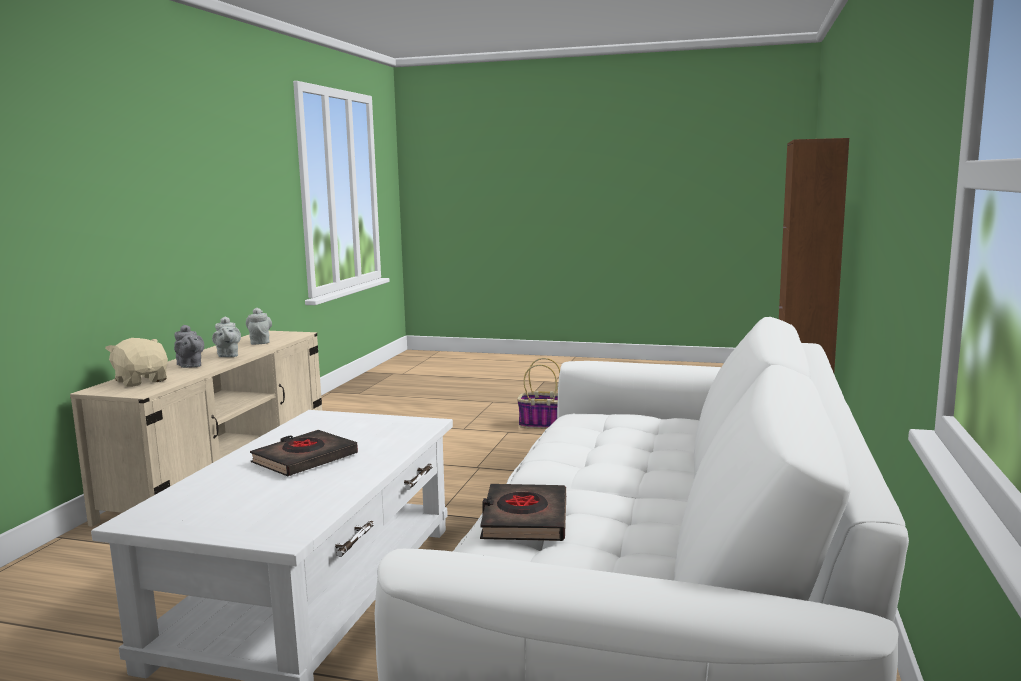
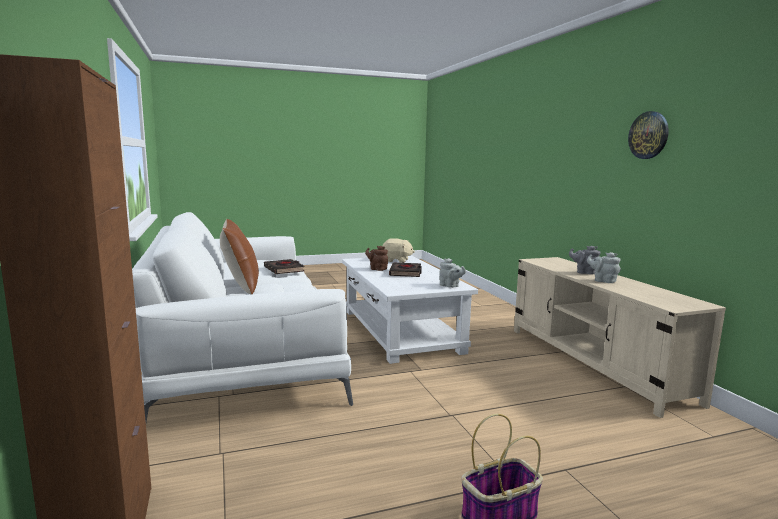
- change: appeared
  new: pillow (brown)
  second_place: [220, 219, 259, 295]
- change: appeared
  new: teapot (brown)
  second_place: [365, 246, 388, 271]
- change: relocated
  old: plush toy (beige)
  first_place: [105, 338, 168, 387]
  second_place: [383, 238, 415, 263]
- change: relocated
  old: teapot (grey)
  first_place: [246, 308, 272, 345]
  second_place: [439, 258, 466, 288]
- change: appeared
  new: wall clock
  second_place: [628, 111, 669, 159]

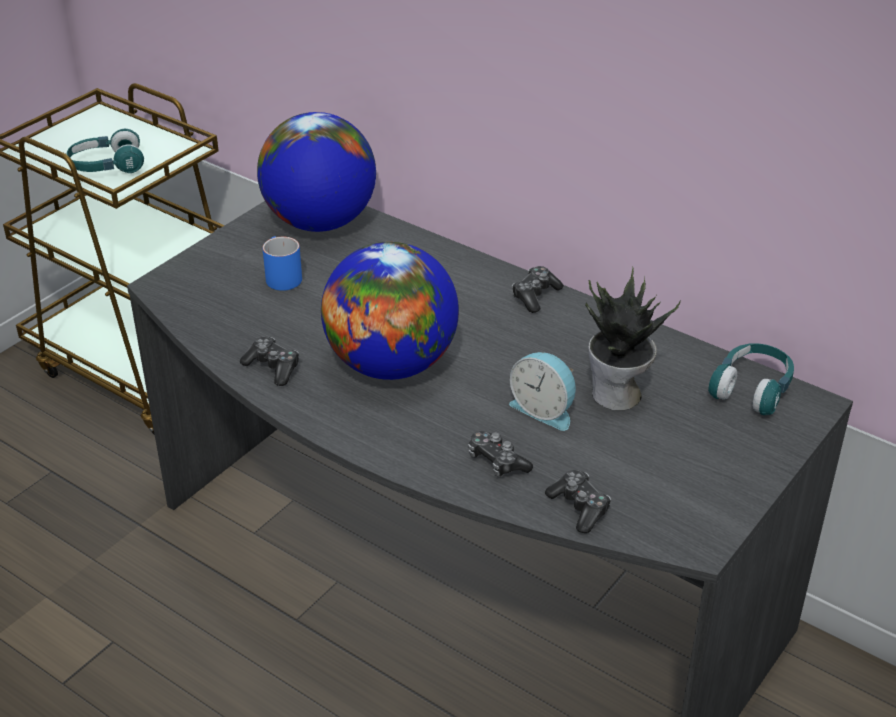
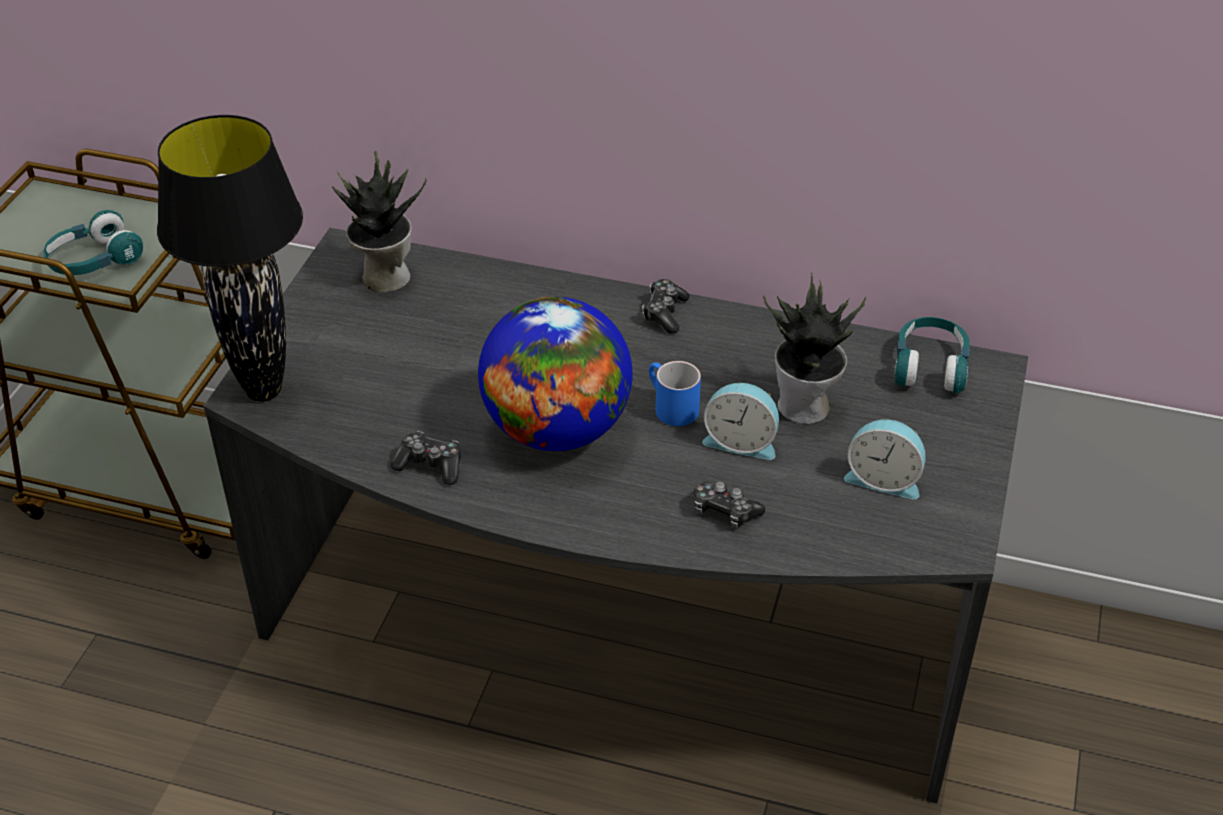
- change: appeared
  new: table lamp (black)
  second_place: [157, 115, 303, 402]
- change: exchanged
  old: globe
  new: potted plant
  first_place: [257, 112, 376, 232]
  second_place: [332, 151, 426, 292]
- change: relocated
  old: mug (blue)
  first_place: [262, 237, 302, 291]
  second_place: [649, 361, 701, 426]
- change: appeared
  new: alarm clock
  second_place: [844, 420, 926, 499]
- change: missing
  old: game controller
  first_place: [545, 470, 611, 533]

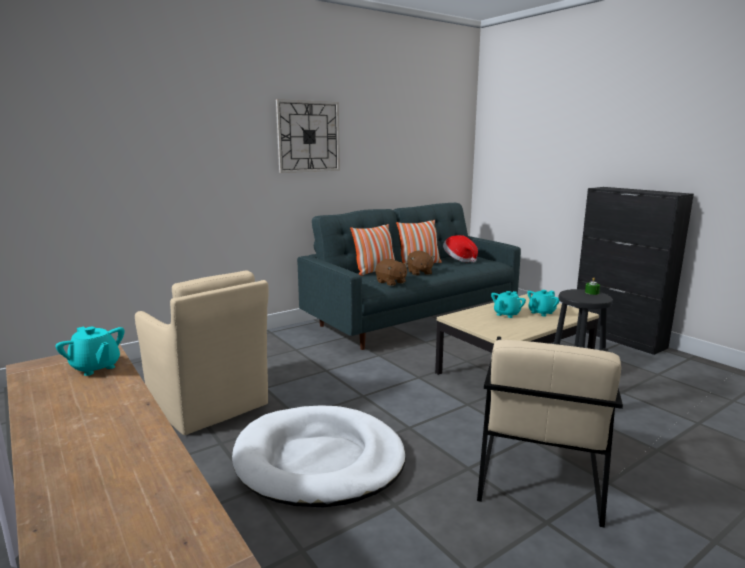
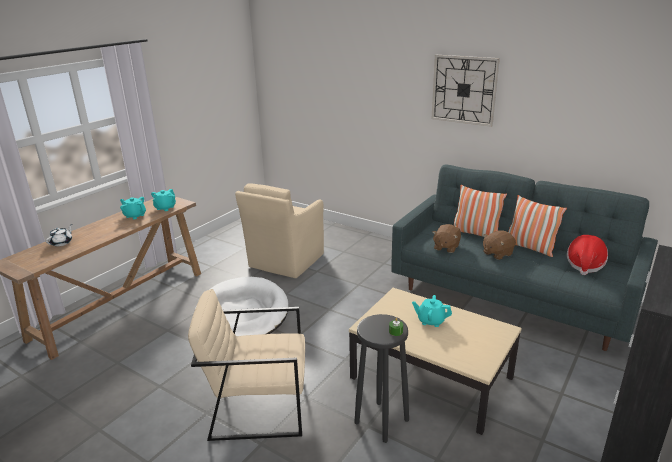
- change: appeared
  new: teapot (white)
  second_place: [46, 224, 72, 246]
- change: relocated
  old: teapot (turquoise)
  first_place: [527, 290, 560, 317]
  second_place: [120, 197, 146, 220]

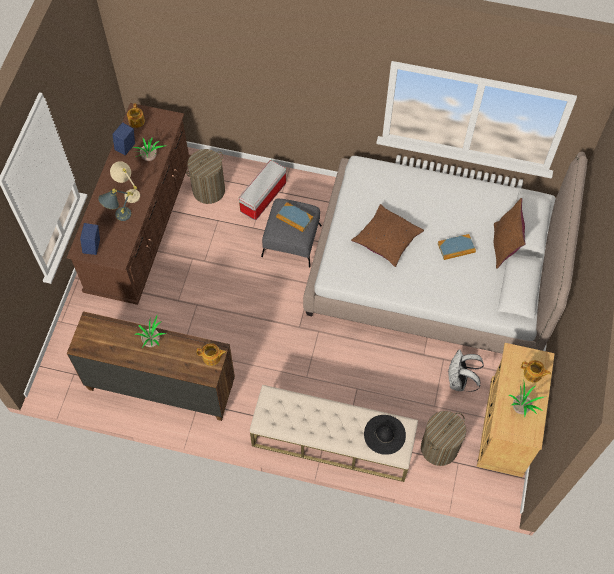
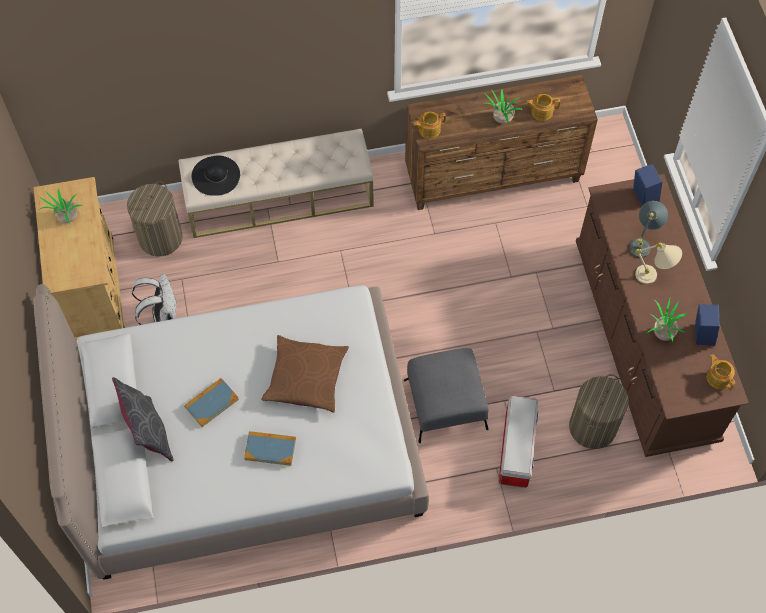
- change: colour
  old: pillow (brown)
  new: pillow (grey)
  first_place: [494, 198, 526, 269]
  second_place: [112, 377, 174, 462]
- change: relocated
  old: book
  first_place: [276, 202, 313, 232]
  second_place: [244, 431, 296, 466]
- change: relocated
  old: teapot
  first_place: [521, 360, 551, 382]
  second_place: [526, 94, 560, 121]

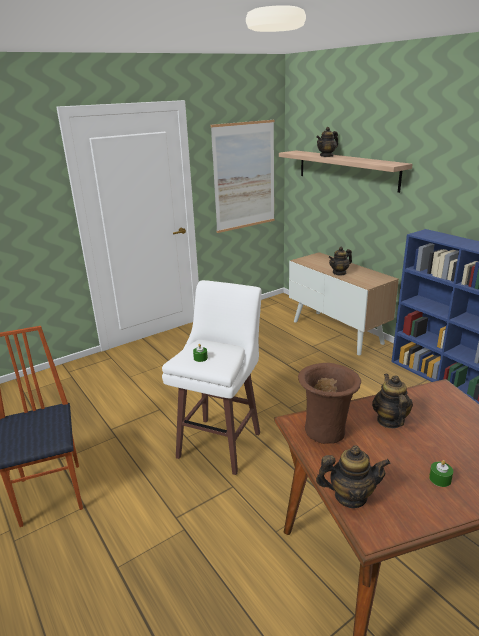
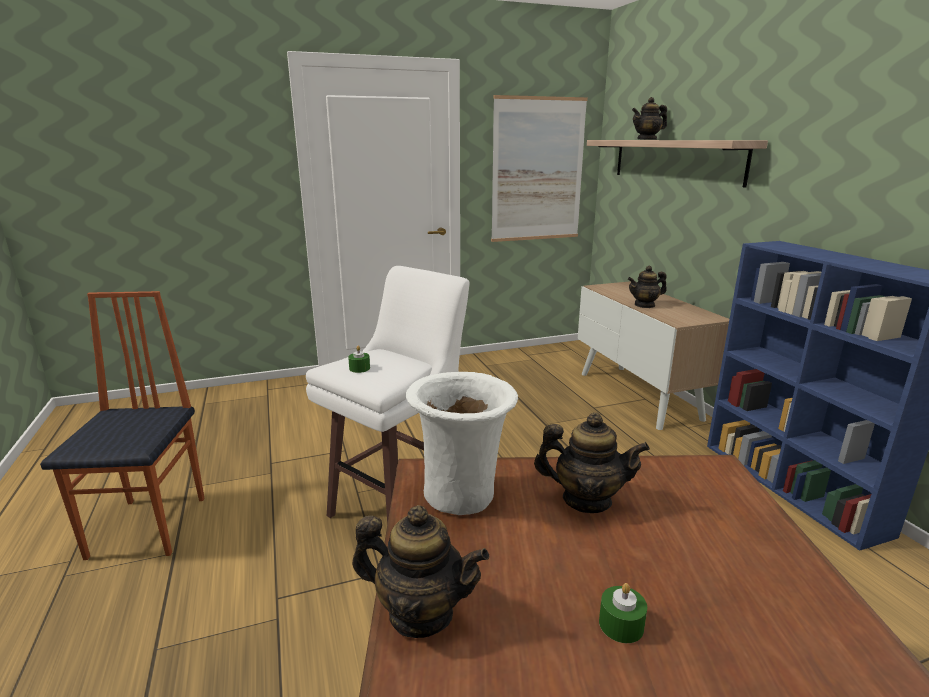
- change: colour
  old: vase (brown)
  new: vase (white)
  first_place: [298, 363, 361, 444]
  second_place: [405, 372, 518, 515]
- change: spun
  old: teapot
  first_place: [372, 374, 413, 428]
  second_place: [534, 412, 650, 513]
  degrees: 90

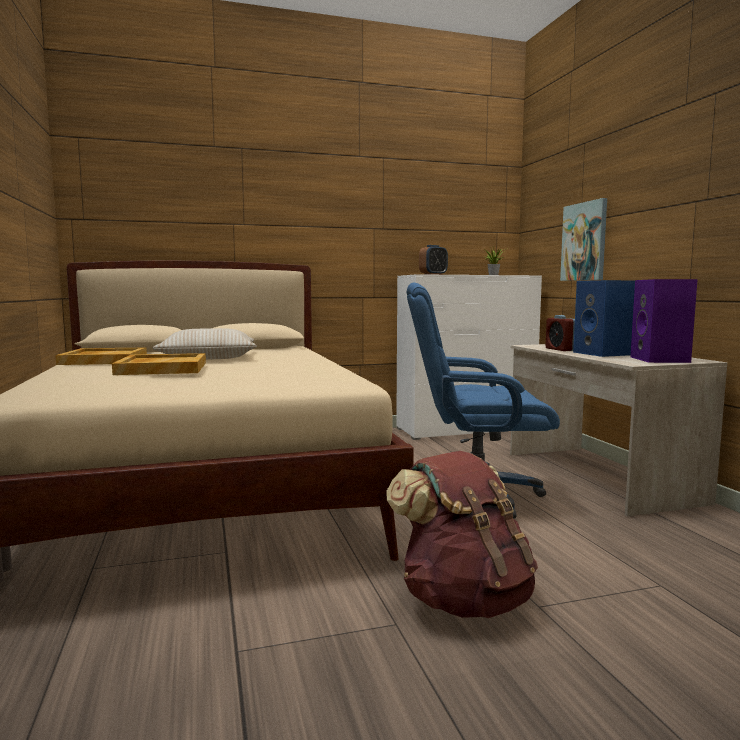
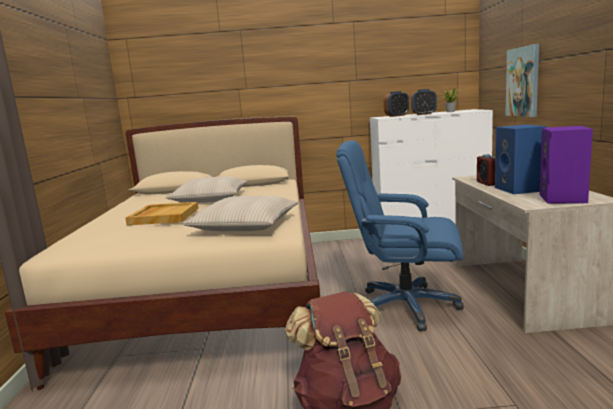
- change: appeared
  new: pillow (beige)
  second_place: [182, 196, 298, 231]
- change: appeared
  new: alarm clock
  second_place: [411, 89, 437, 115]
- change: missing
  old: tray (beige)
  first_place: [55, 348, 147, 365]

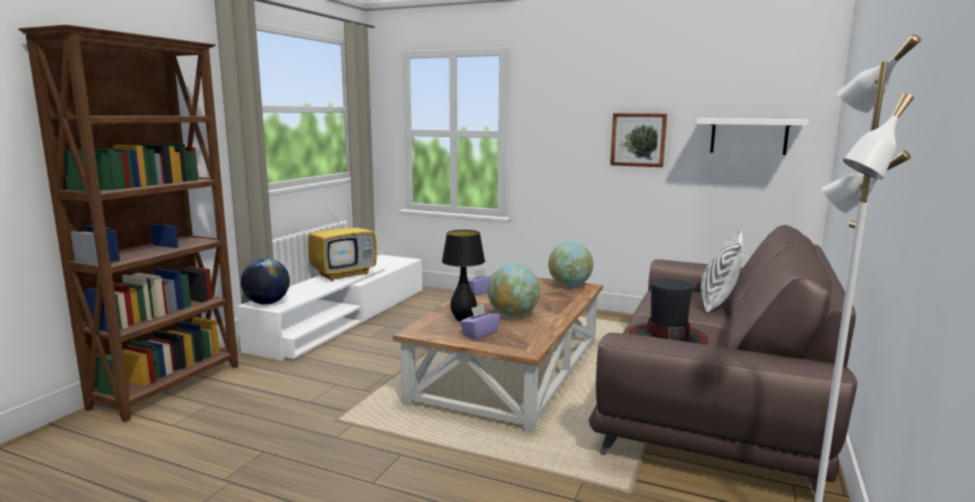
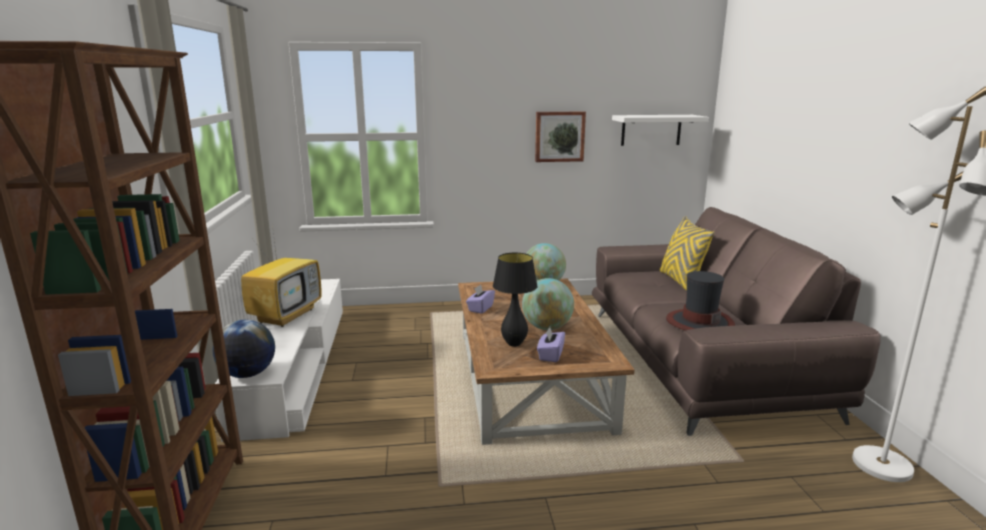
- change: colour
  old: pillow (white)
  new: pillow (yellow)
  first_place: [701, 230, 744, 313]
  second_place: [660, 216, 714, 291]

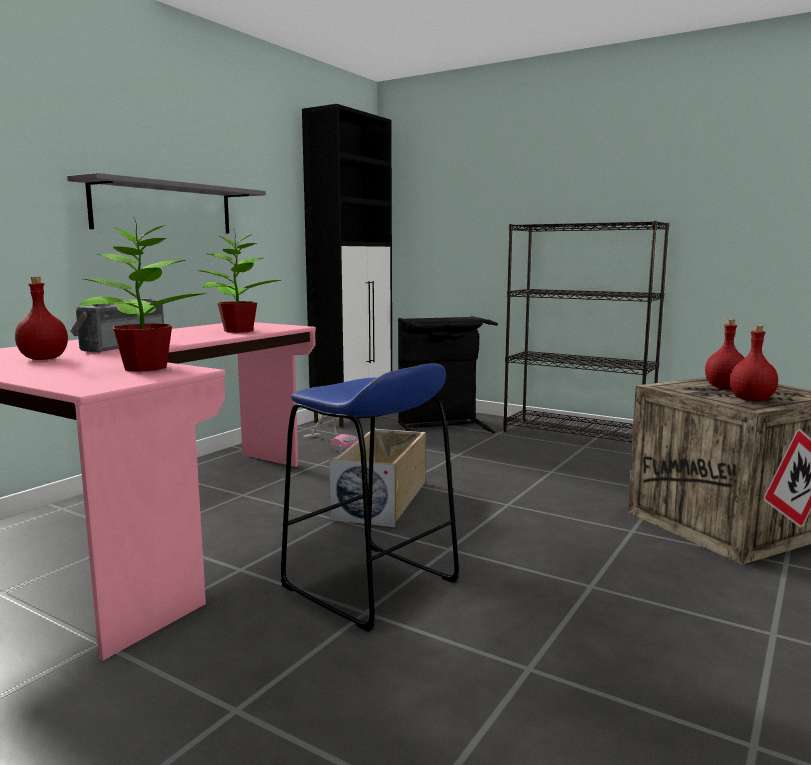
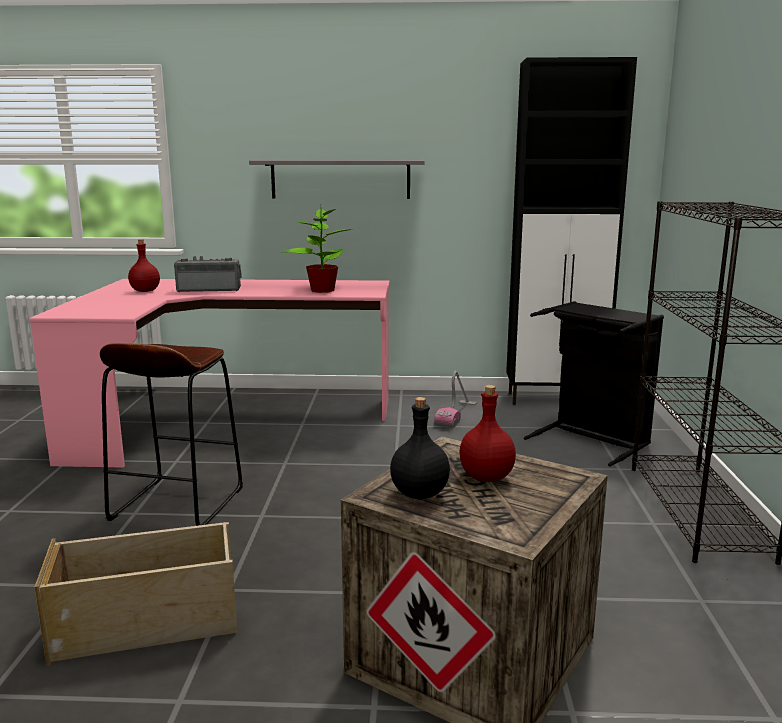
- change: relocated
  old: storage box (beige)
  first_place: [329, 428, 426, 527]
  second_place: [35, 522, 237, 666]
- change: colour
  old: stool (blue)
  new: stool (brown)
  first_place: [281, 363, 459, 632]
  second_place: [100, 343, 243, 526]
- change: colour
  old: bottle (red)
  new: bottle (black)
  first_place: [729, 325, 778, 401]
  second_place: [390, 397, 450, 500]
- change: missing
  old: potted plant
  first_place: [79, 216, 207, 372]

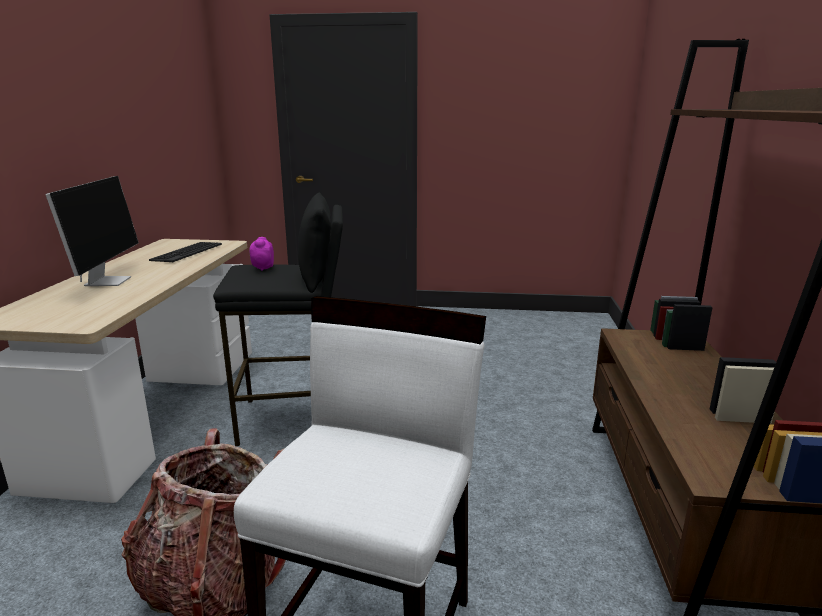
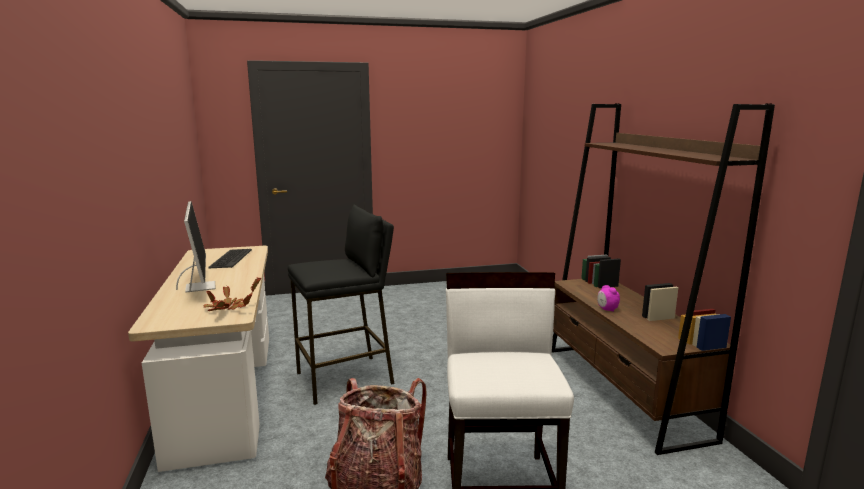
- change: appeared
  new: potted plant
  second_place: [203, 278, 261, 311]
- change: relocated
  old: alarm clock
  first_place: [249, 237, 274, 271]
  second_place: [597, 285, 620, 312]

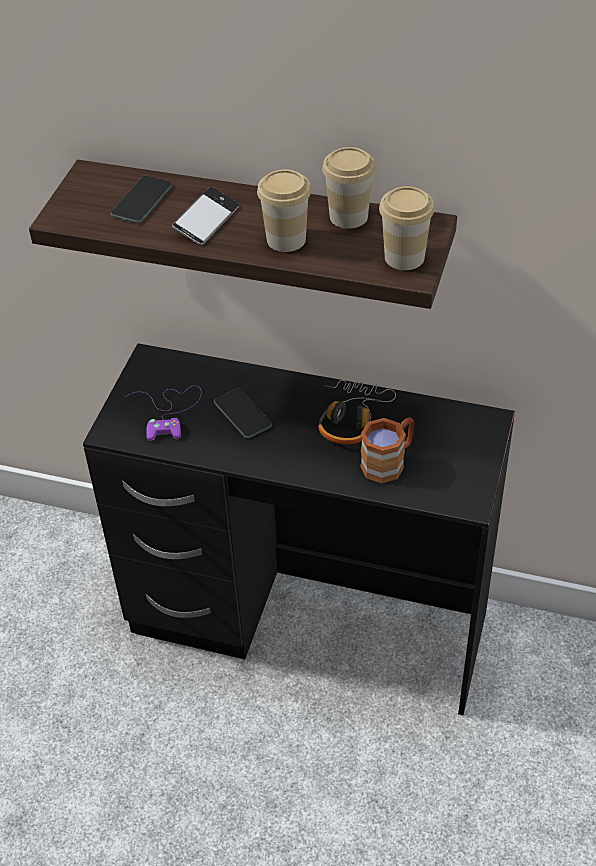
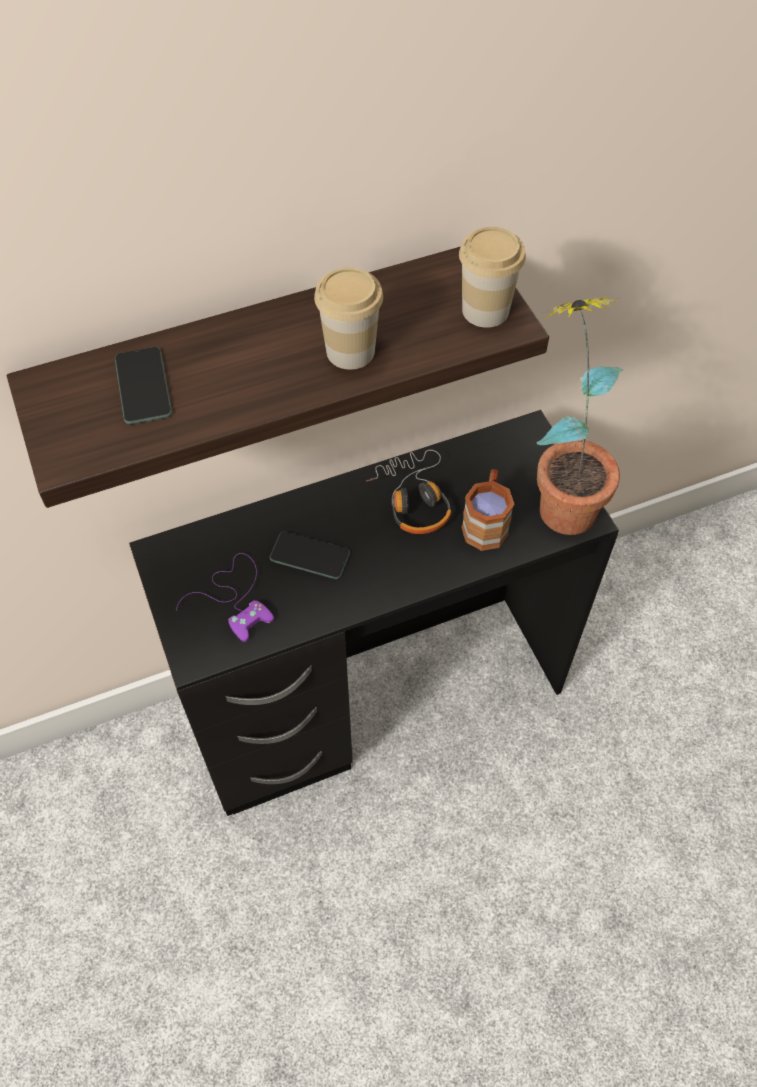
- change: appeared
  new: potted plant
  second_place: [536, 297, 623, 535]
- change: missing
  old: phone
  first_place: [172, 187, 239, 245]
- change: missing
  old: cup
  first_place: [322, 147, 375, 229]

